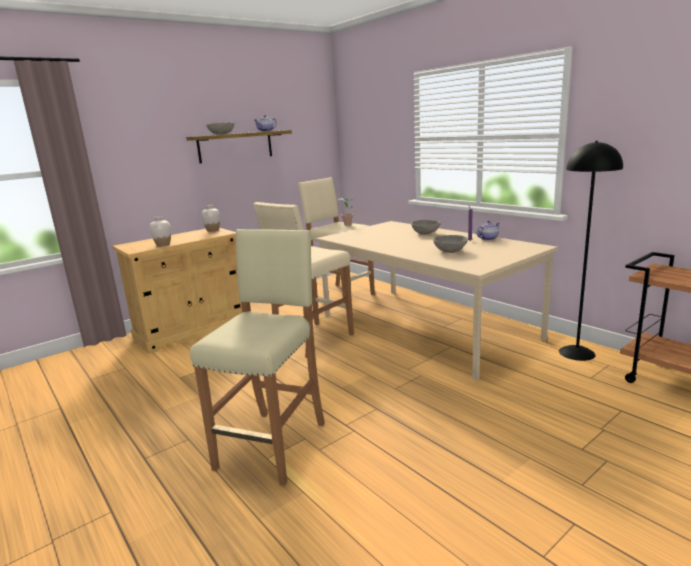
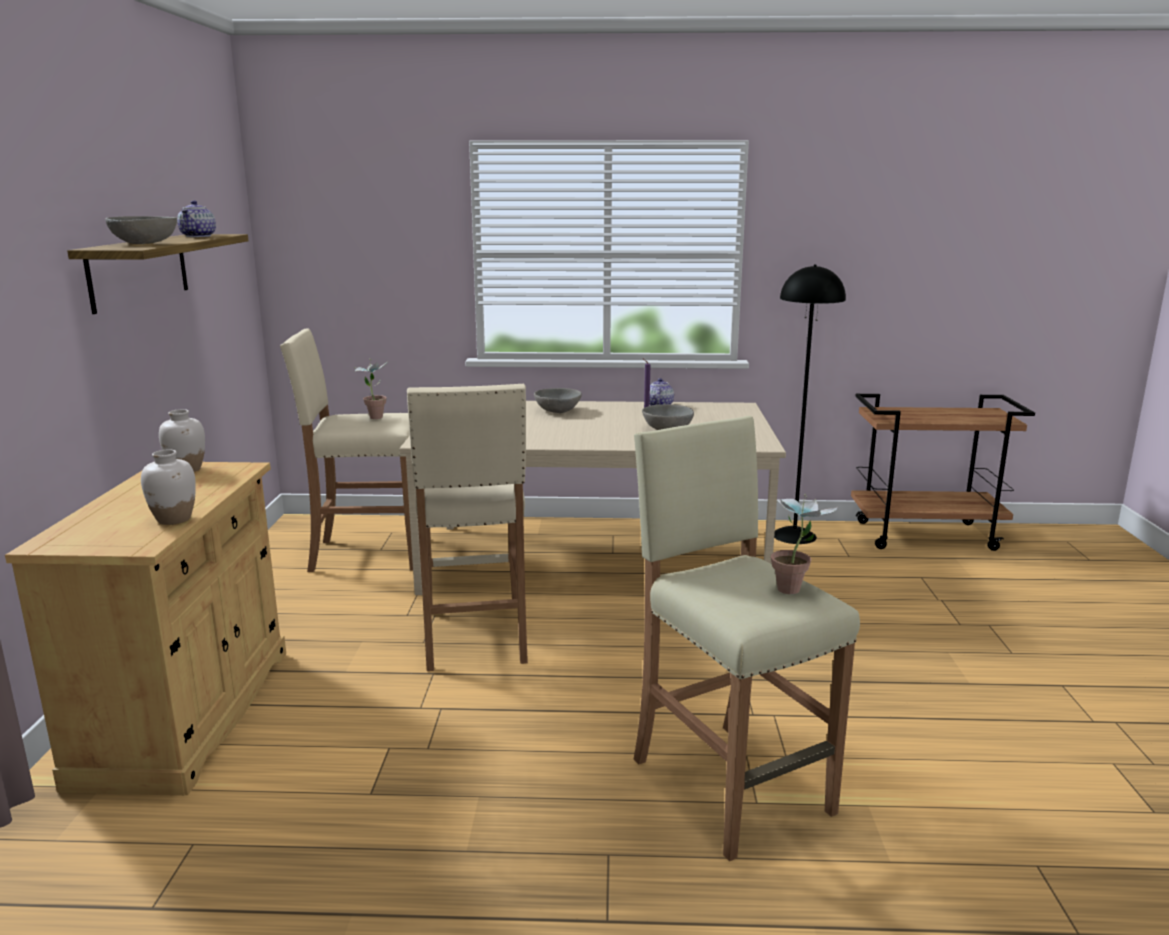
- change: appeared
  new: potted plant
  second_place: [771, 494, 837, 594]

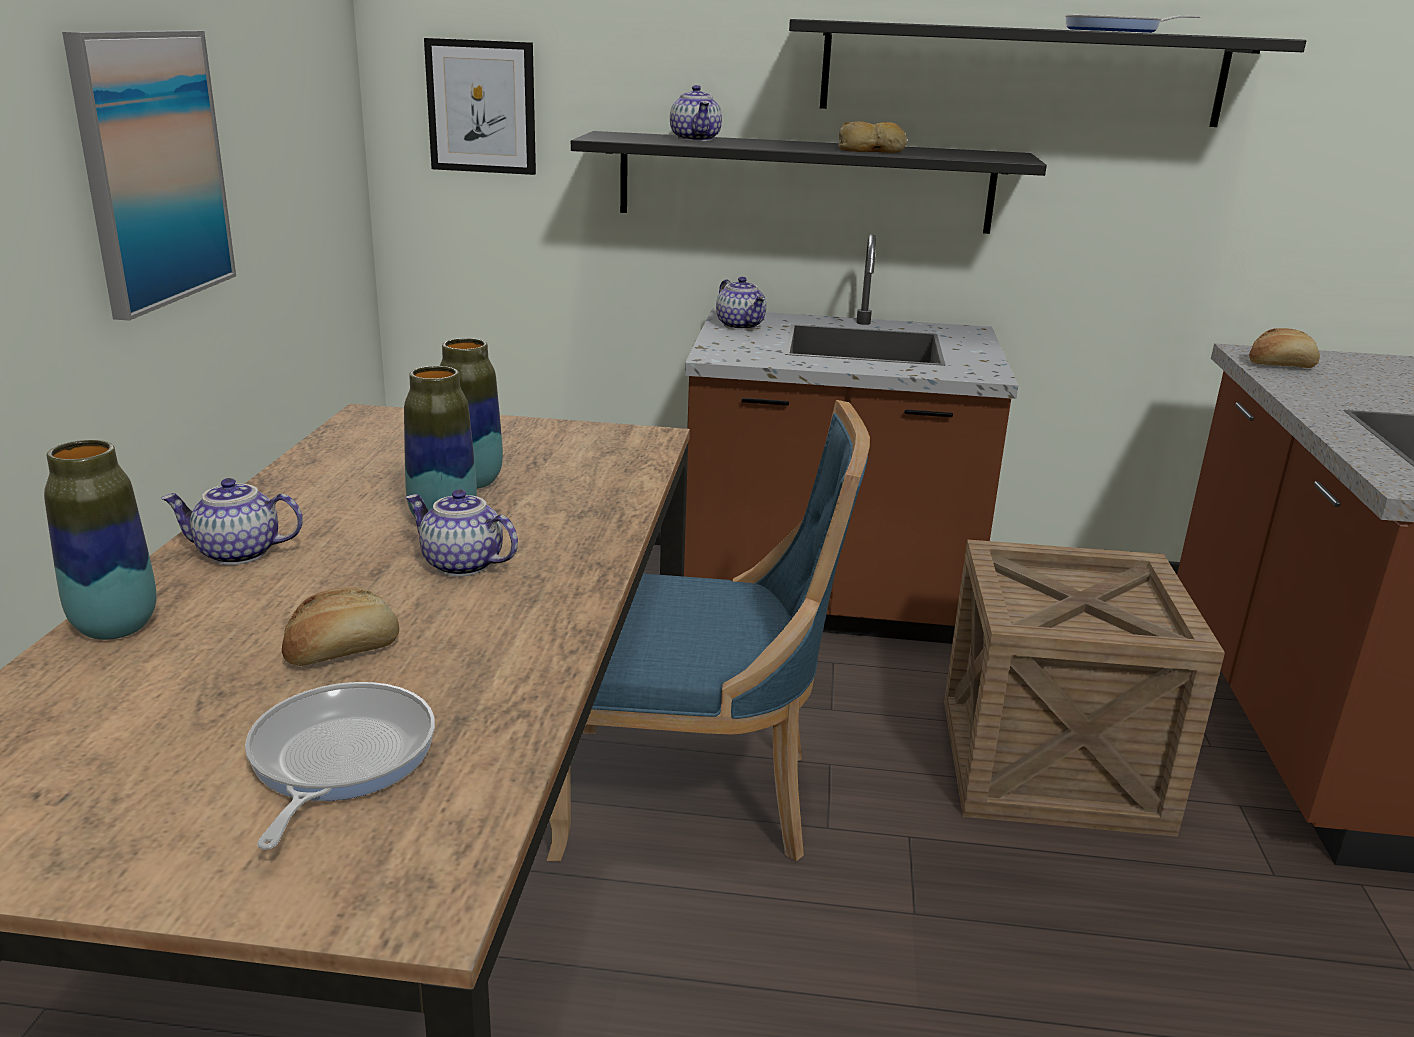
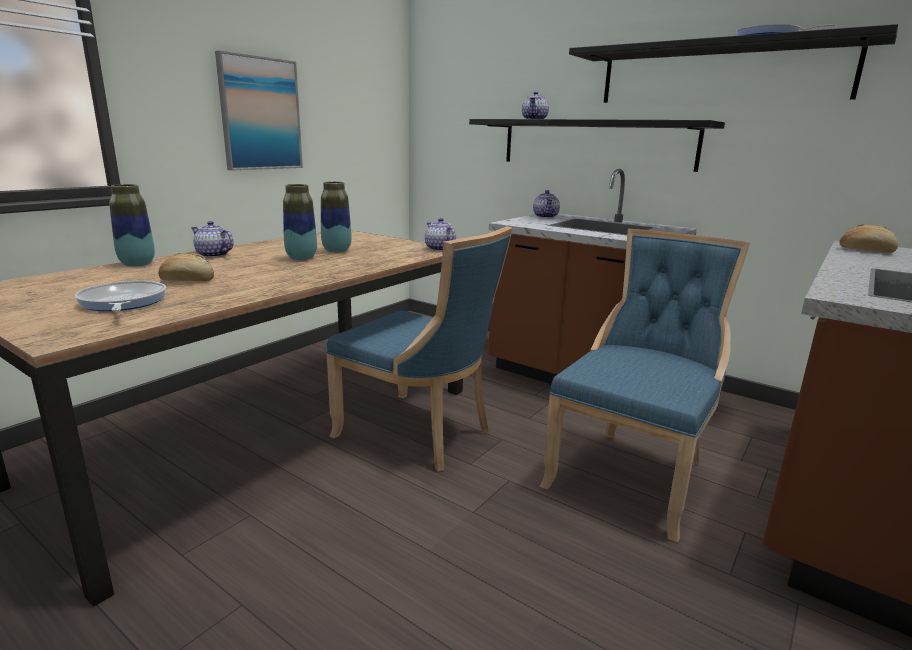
- change: spun
  old: frying pan
  first_place: [245, 682, 435, 850]
  second_place: [75, 281, 166, 311]
  degrees: -60
- change: relocated
  old: teapot
  first_place: [406, 489, 518, 576]
  second_place: [425, 218, 456, 251]
- change: exchanged
  old: crate
  new: chair (blue)
  first_place: [944, 540, 1225, 837]
  second_place: [539, 229, 750, 542]
- change: missing
  old: picture
  first_place: [424, 38, 536, 175]
- change: missing
  old: bread
  first_place: [838, 121, 907, 153]

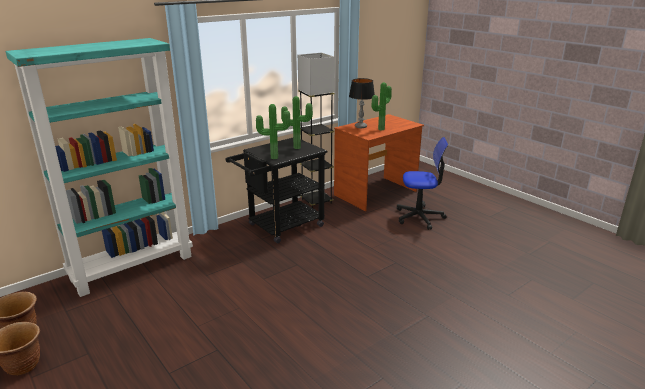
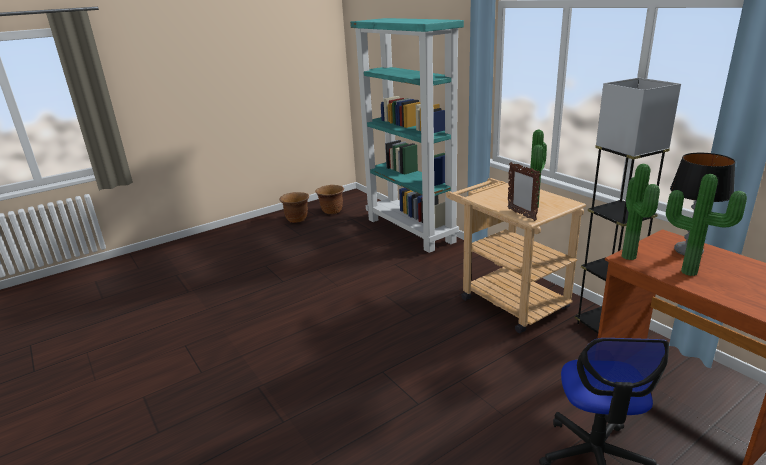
- change: colour
  old: cart (black)
  new: cart (beige)
  first_place: [225, 138, 327, 243]
  second_place: [446, 178, 586, 333]
- change: appeared
  new: picture frame
  second_place: [507, 162, 541, 221]
- change: relocated
  old: potted plant
  first_place: [256, 104, 291, 159]
  second_place: [622, 164, 660, 260]

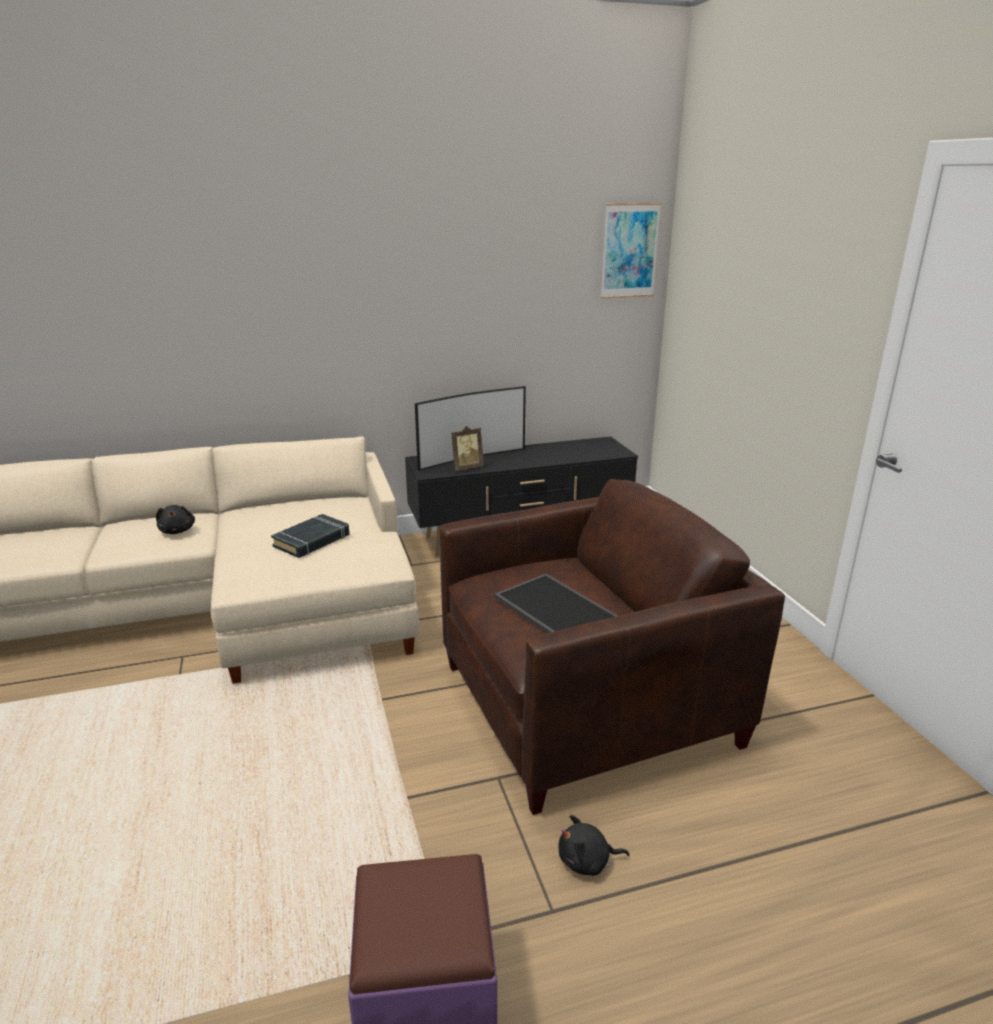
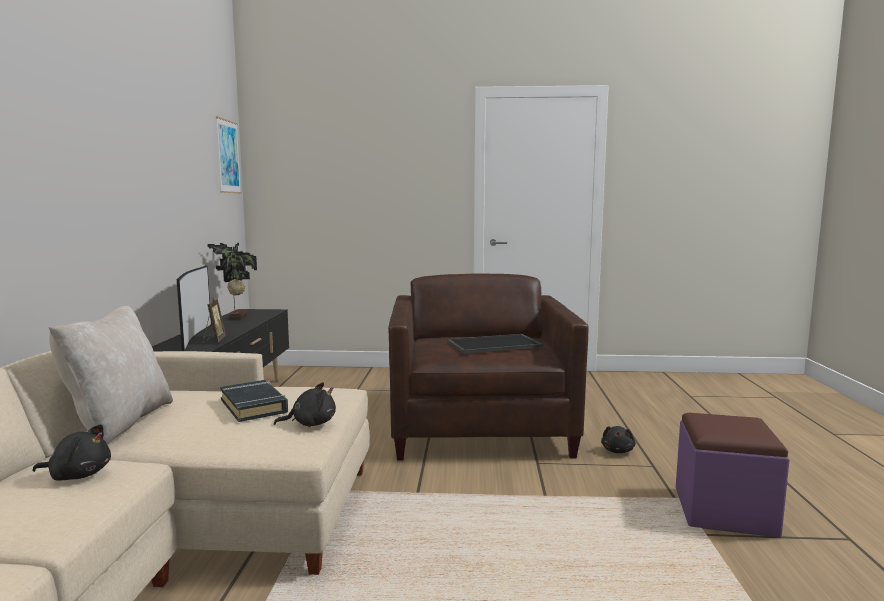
- change: appeared
  new: pillow (beige)
  second_place: [49, 305, 173, 444]
- change: appeared
  new: potted plant
  second_place: [207, 243, 257, 319]
- change: appeared
  new: plush toy (black)
  second_place: [274, 382, 336, 427]

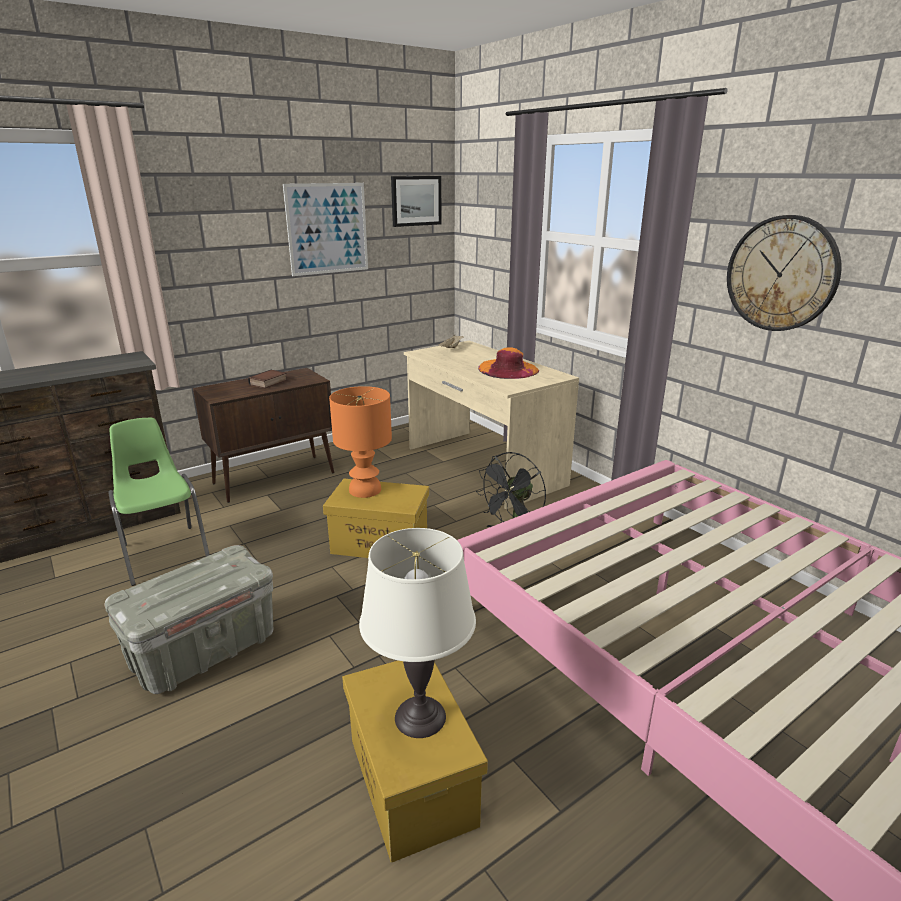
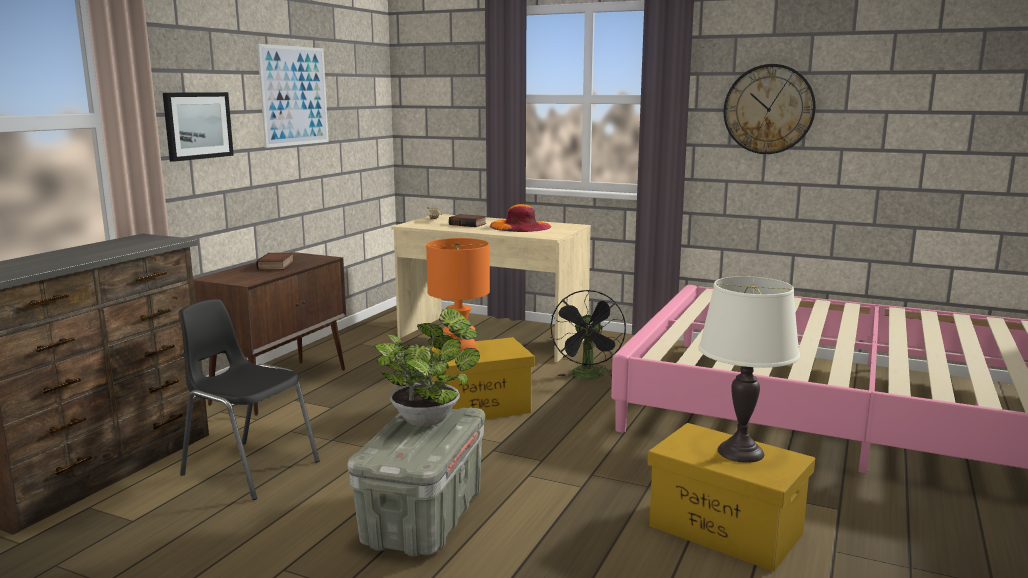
- change: relocated
  old: picture
  first_place: [391, 176, 442, 227]
  second_place: [163, 92, 234, 162]
- change: colour
  old: chair (green)
  new: chair (black)
  first_place: [108, 418, 210, 586]
  second_place: [178, 299, 320, 500]
- change: appeared
  new: potted plant
  second_place: [374, 308, 480, 426]
- change: appeared
  new: book
  second_place: [449, 214, 487, 227]

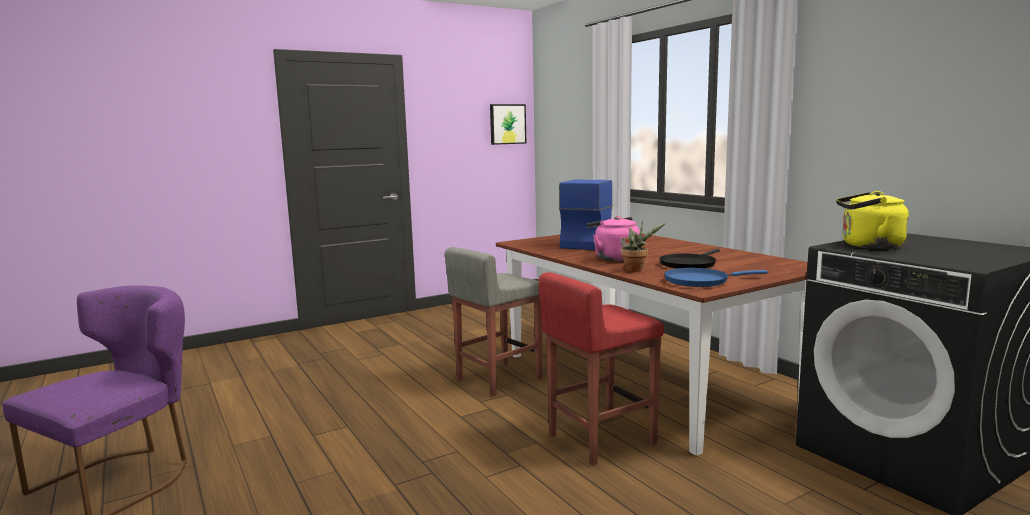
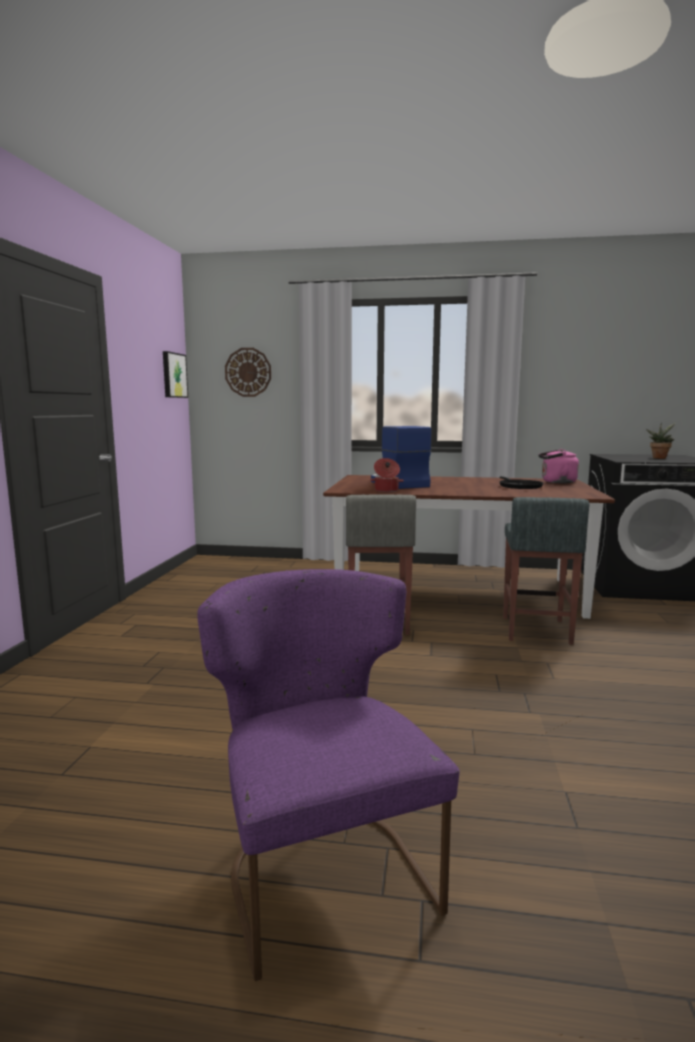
- change: appeared
  new: wall clock
  second_place: [225, 348, 271, 397]
- change: appeared
  new: cooking pot
  second_place: [370, 458, 404, 492]
- change: colour
  old: stool (red)
  new: stool (grey)
  first_place: [539, 272, 664, 466]
  second_place: [503, 497, 589, 645]
- change: relocated
  old: kettle (pink)
  first_place: [587, 216, 640, 262]
  second_place: [538, 449, 579, 483]
- change: relocated
  old: potted plant
  first_place: [621, 221, 666, 272]
  second_place: [646, 423, 676, 459]
- change: missing
  old: frying pan (blue)
  first_place: [664, 268, 768, 287]
- change: missing
  old: kettle (yellow)
  first_place: [836, 191, 909, 249]

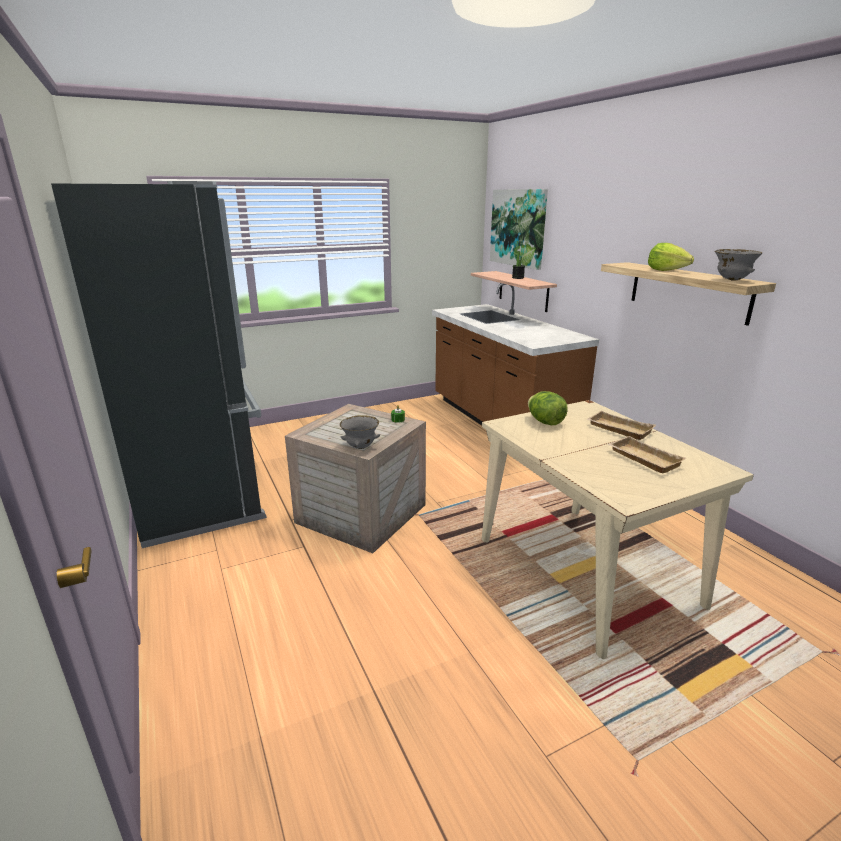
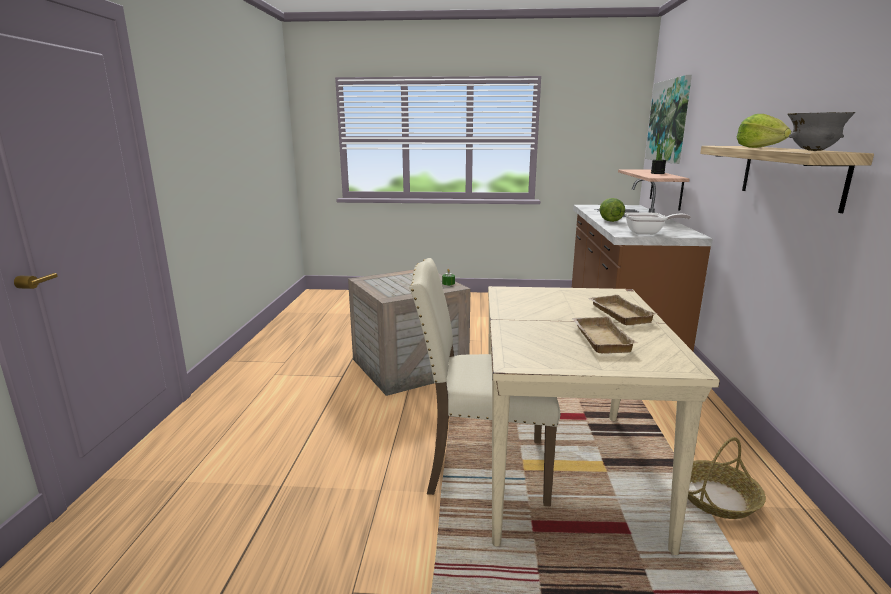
- change: appeared
  new: chair (beige)
  second_place: [409, 258, 560, 506]
- change: relocated
  old: lettuce
  first_place: [528, 391, 568, 425]
  second_place: [600, 198, 625, 222]
- change: appeared
  new: frying pan
  second_place: [625, 212, 691, 235]
- change: appeared
  new: basket
  second_place: [688, 437, 766, 519]
- change: missing
  old: fridge (black)
  first_place: [51, 181, 267, 548]
- change: missing
  old: bowl (grey)
  first_place: [340, 415, 380, 449]

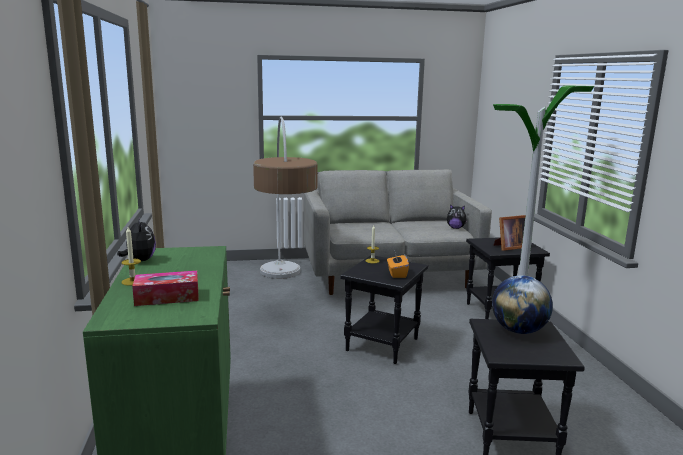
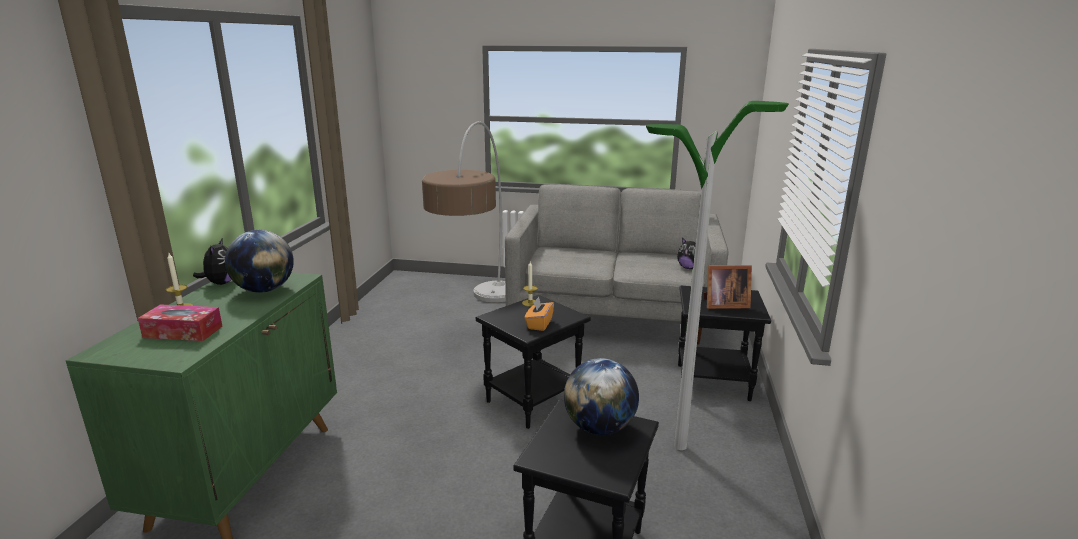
- change: appeared
  new: globe
  second_place: [225, 230, 294, 293]

